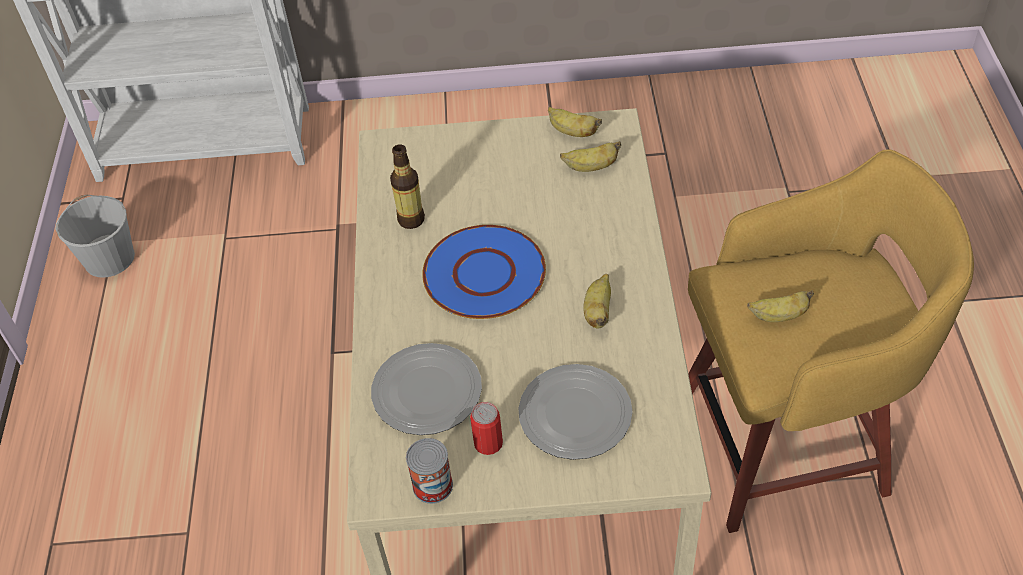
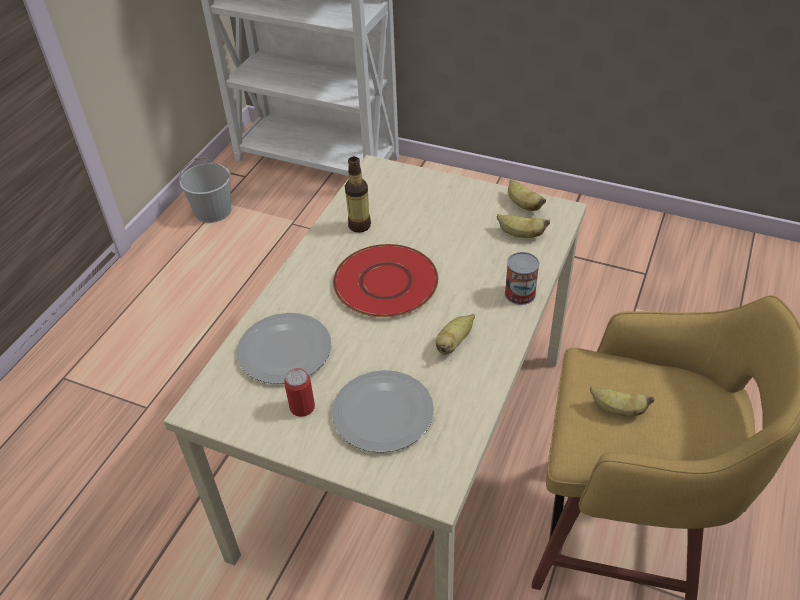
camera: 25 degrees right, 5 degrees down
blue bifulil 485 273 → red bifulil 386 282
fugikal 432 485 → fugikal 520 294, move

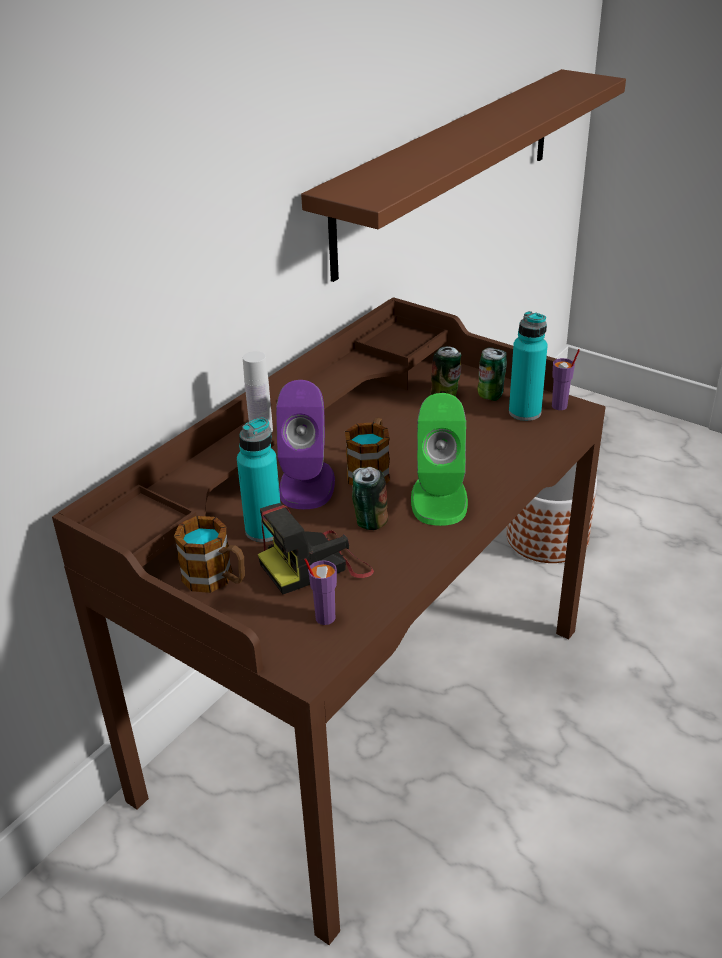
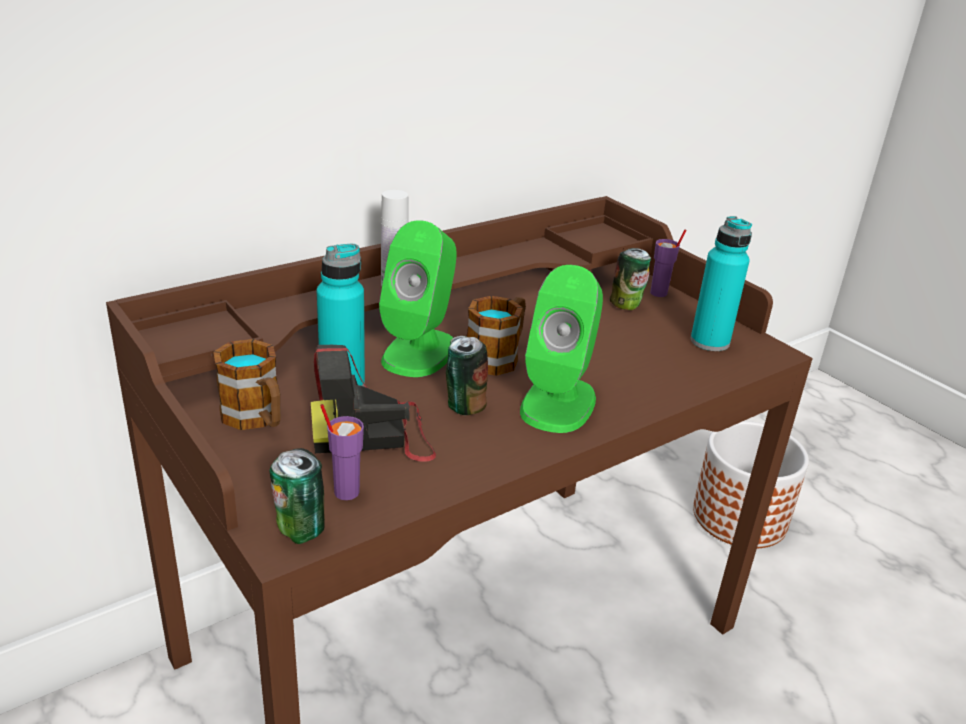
camera: 15 degrees right, 5 degrees down
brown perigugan 449 168 → -
fugikal 490 395 → fugikal 300 530, move
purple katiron 560 406 → purple katiron 659 293, move
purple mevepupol 307 484 → green mevepupol 420 352

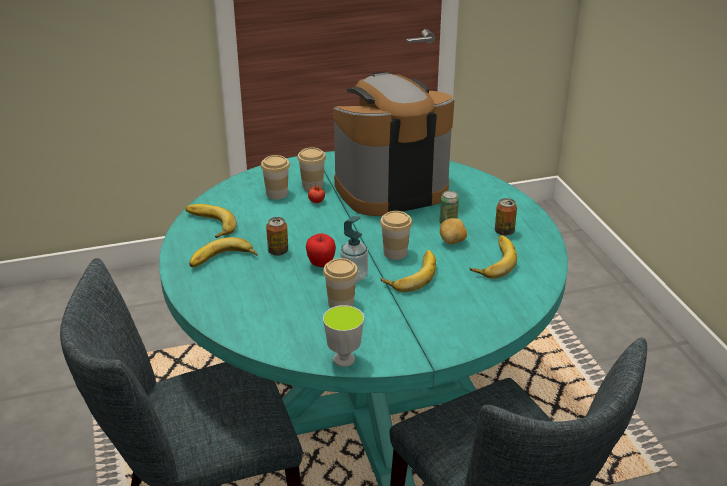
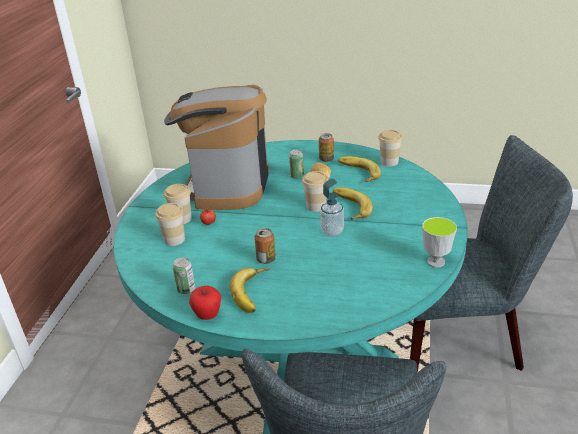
camera: 60 degrees left, 0 degrees up
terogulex 208 225 → fugikal 186 289
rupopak 321 264 → rupopak 208 315, move
katiron 341 303 → katiron 389 162, move

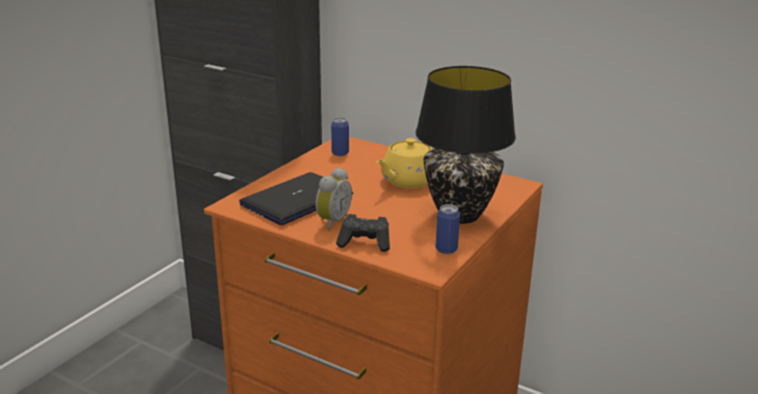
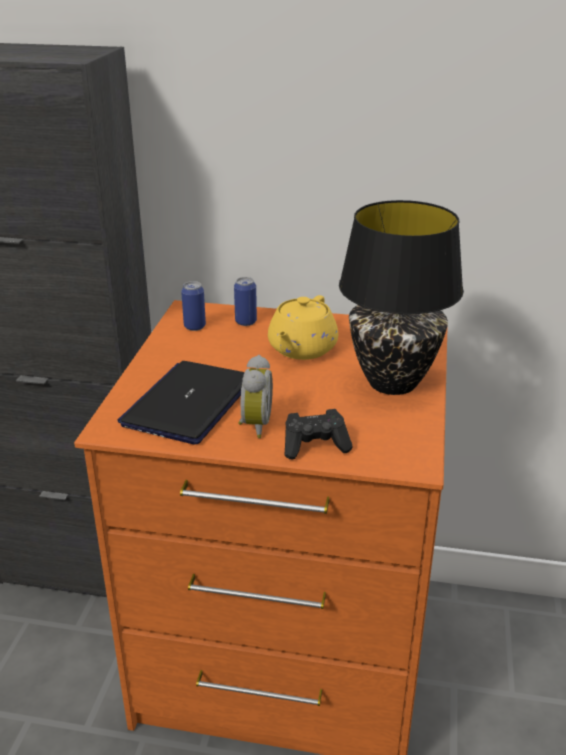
camera: 20 degrees left, 5 degrees up
fugikal 446 249 → fugikal 246 322, move

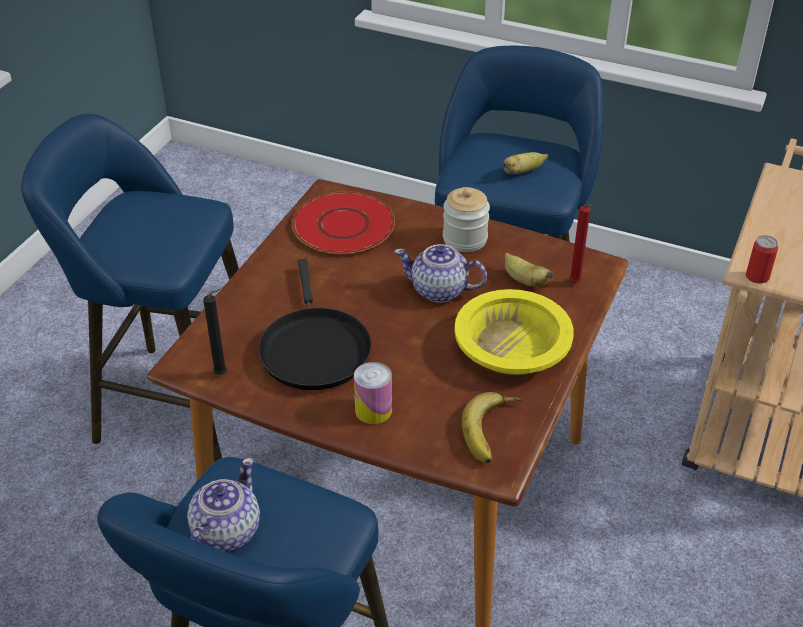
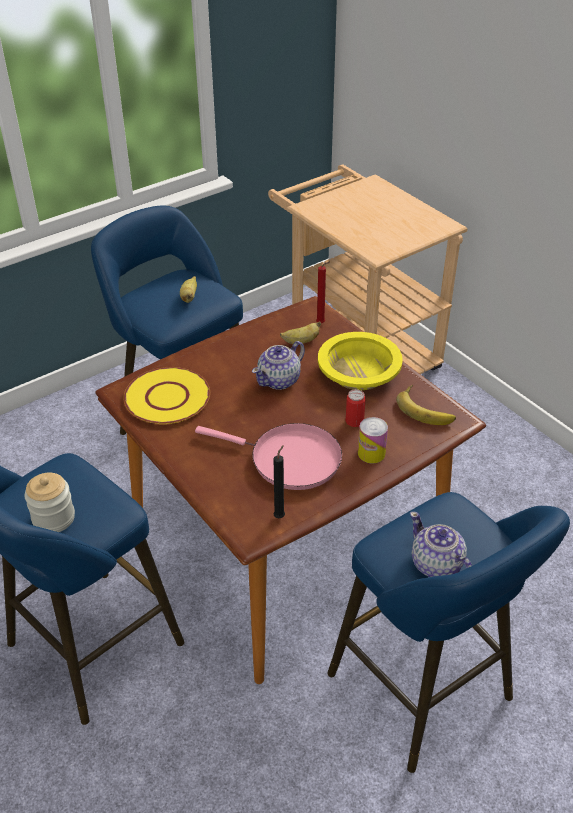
camera: 60 degrees left, 0 degrees up
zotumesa 465 239 → zotumesa 53 518, move
red bifulil 344 225 → yellow bifulil 167 397
fugikal 757 276 → fugikal 354 421, move
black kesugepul 314 348 → pink kesugepul 289 460

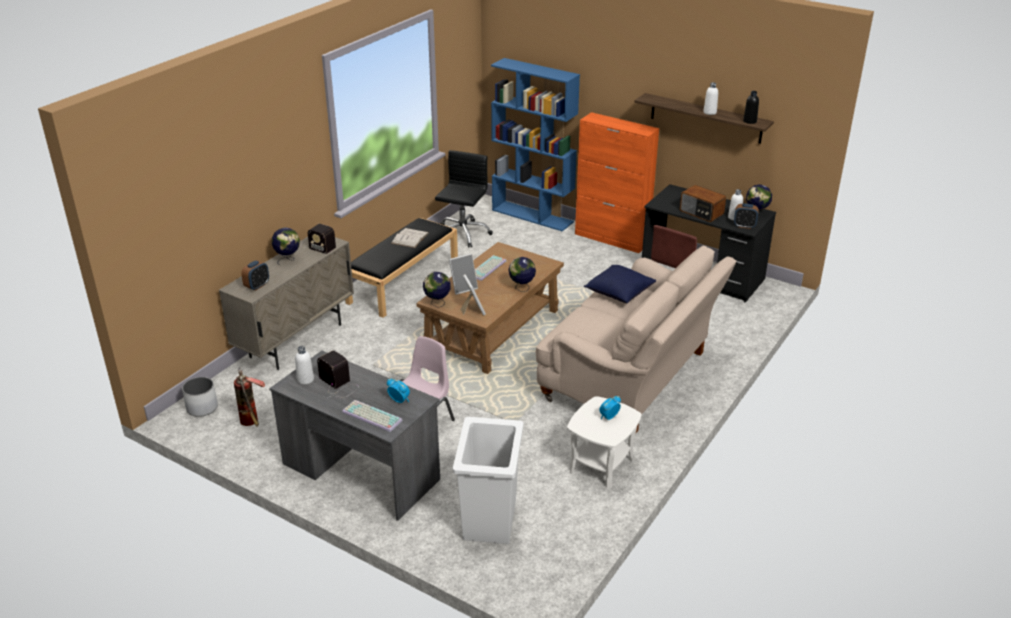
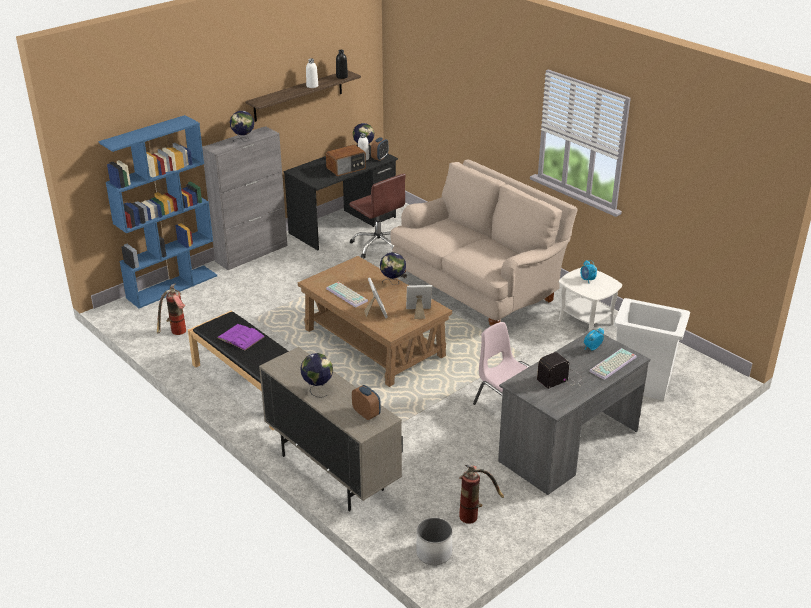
camera: 75 degrees left, 0 degrees up
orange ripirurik 612 239 → grey ripirurik 252 253
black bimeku 462 233 → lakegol 176 334
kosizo 317 245 → -
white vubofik 410 238 → purple vubofik 241 337
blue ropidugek 618 293 → -
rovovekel 437 304 → rovovekel 243 140, move
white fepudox 305 379 → -

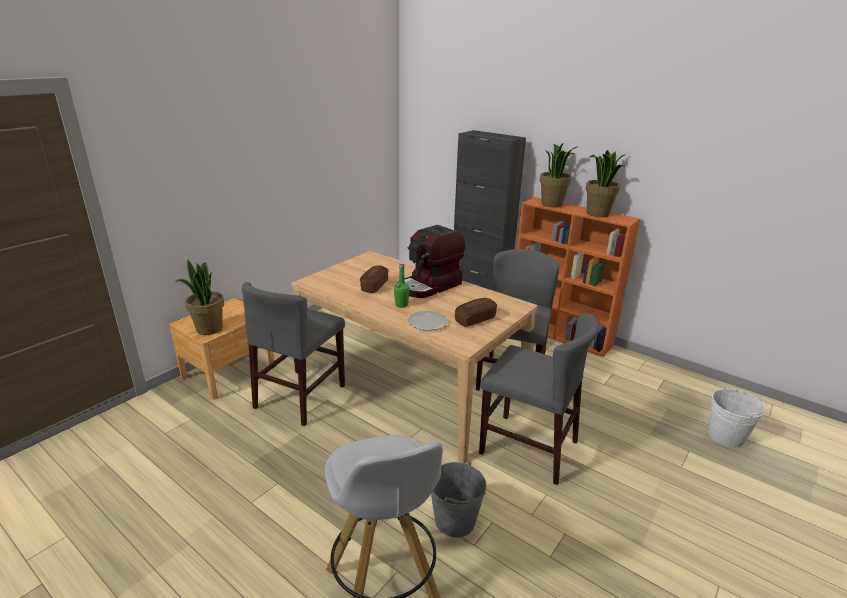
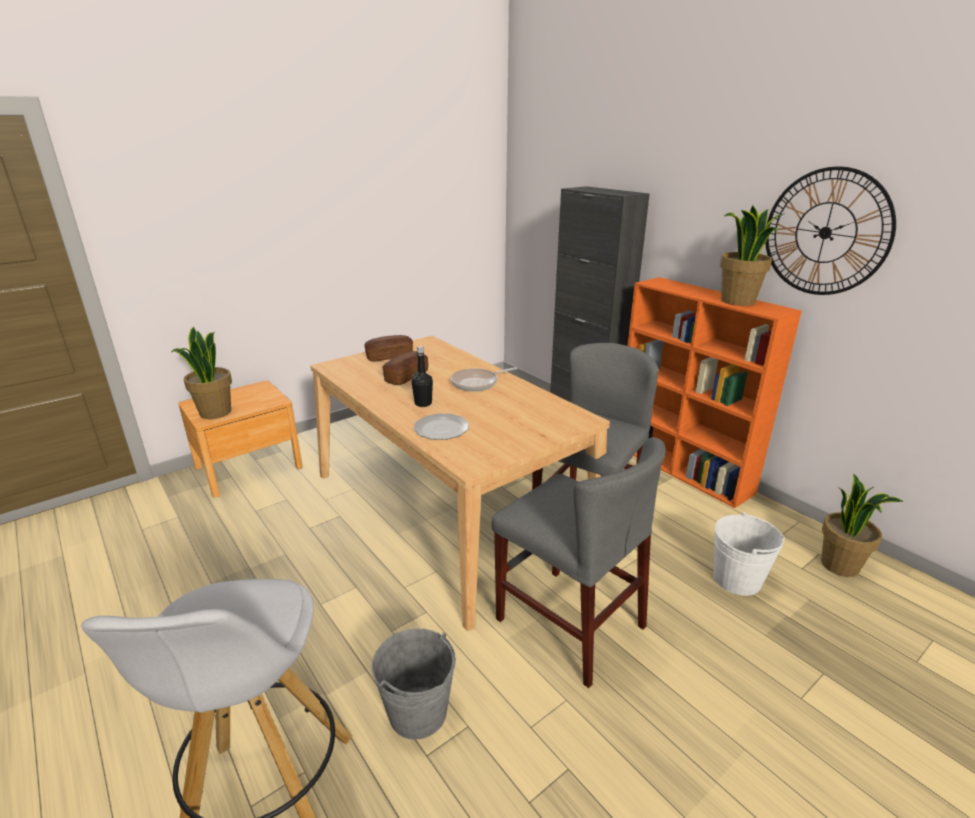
camera: 15 degrees right, 0 degrees up
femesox 552 204 → femesox 840 565, move
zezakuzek 430 286 → kesugepul 477 383
green fepudox 401 305 → black fepudox 423 403
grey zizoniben 300 396 → -
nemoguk 475 319 → nemoguk 389 357, move
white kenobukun 726 436 → white kenobukun 737 579, move
- → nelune 825 232

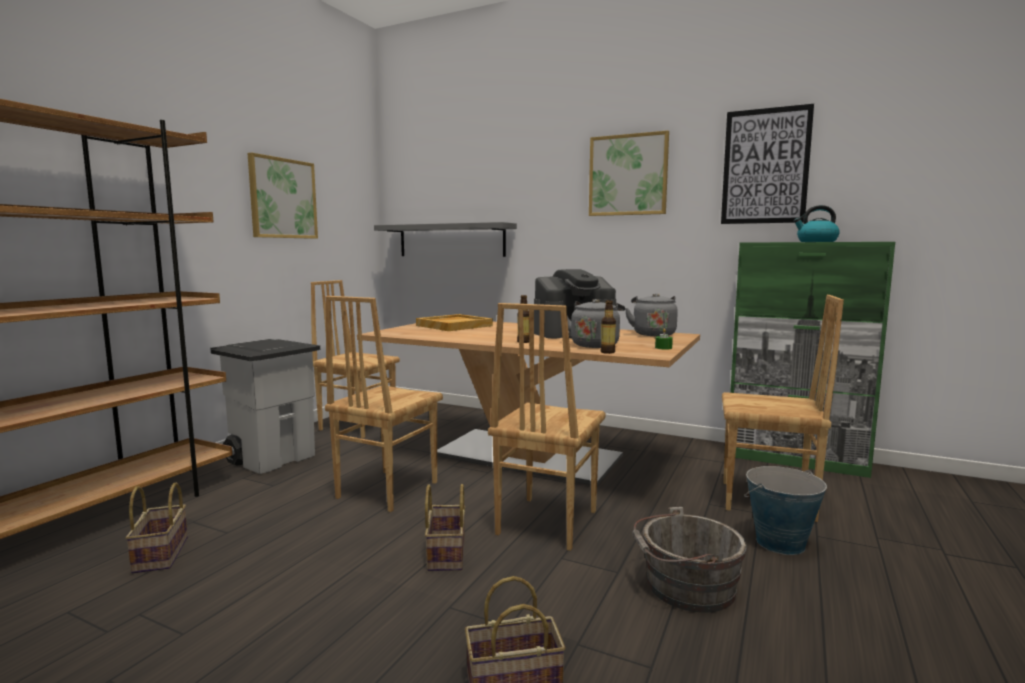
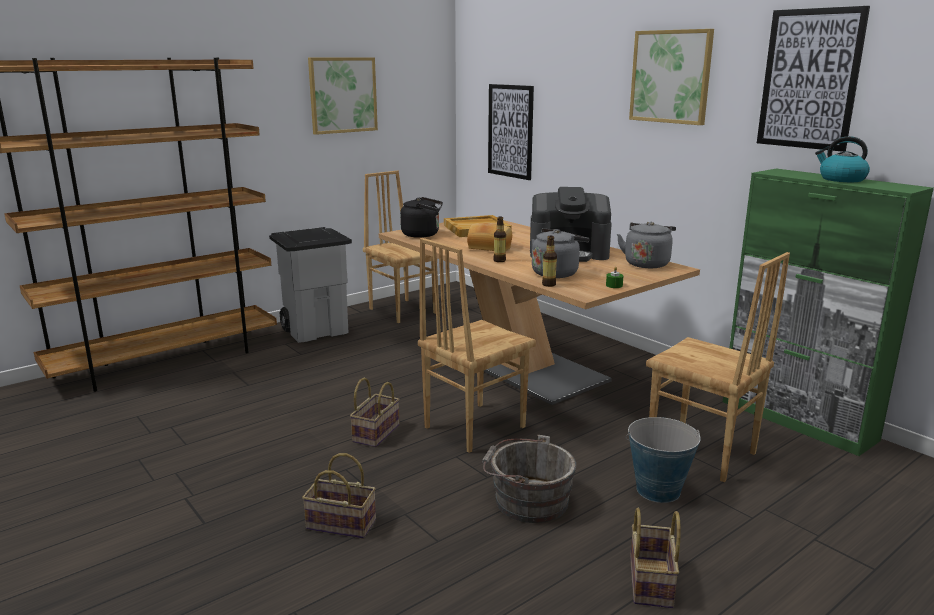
camera: 25 degrees right, 10 degrees up
grey perigugan 451 240 → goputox 510 131
brown zizoniben 386 490 → -
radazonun 162 555 → radazonun 652 583, move
- → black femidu 423 234
- → nemoguk 490 247

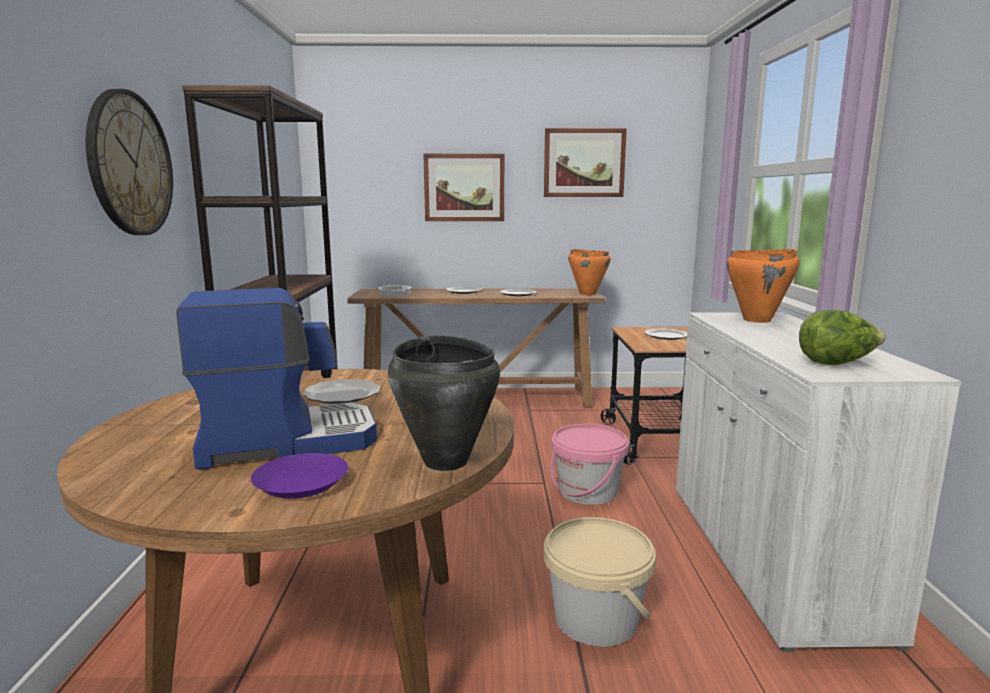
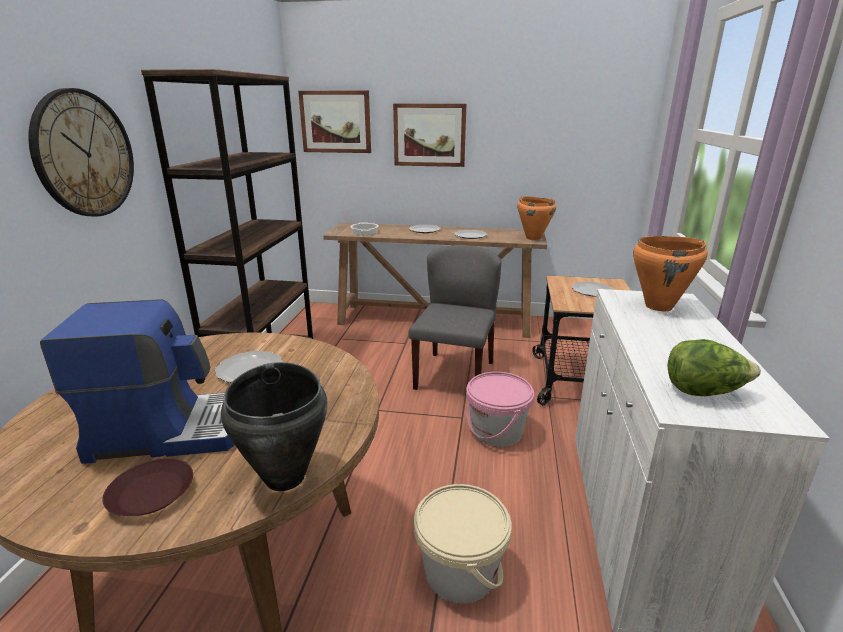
camera: 10 degrees right, 10 degrees up
goputox 584 163 → goputox 336 122, move
purple bifulil 300 483 → brown bifulil 150 493
- → grey zizoniben 454 374

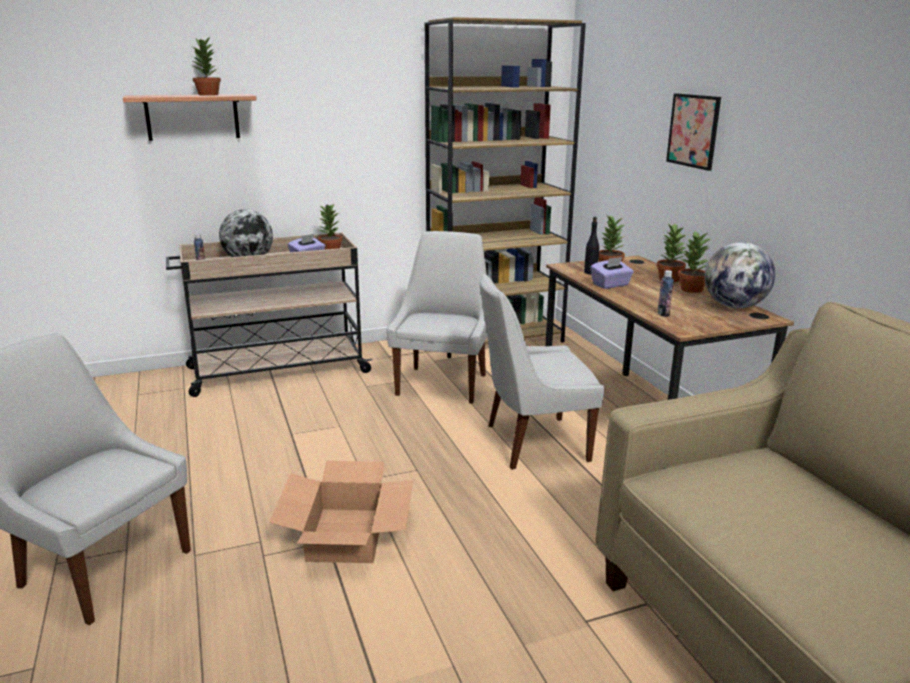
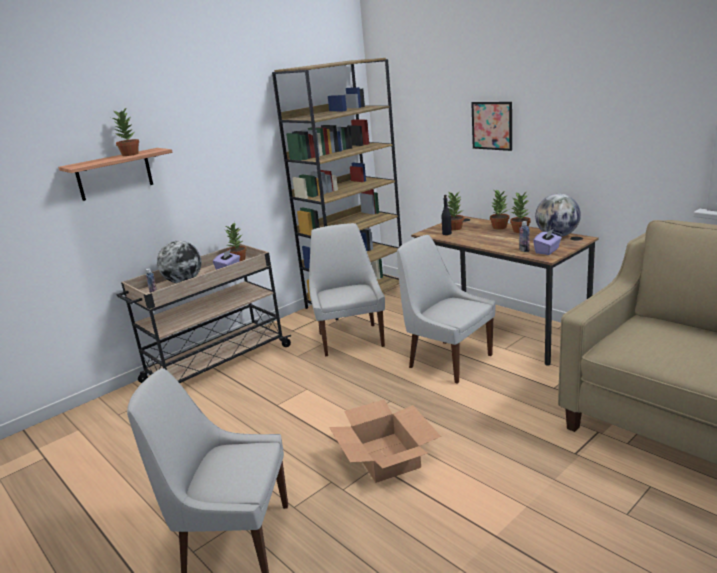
camera: 20 degrees left, 0 degrees up
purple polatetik 611 285 → purple polatetik 547 251, move
white zizoniben 532 443 → white zizoniben 447 360, 75 degrees clockwise

